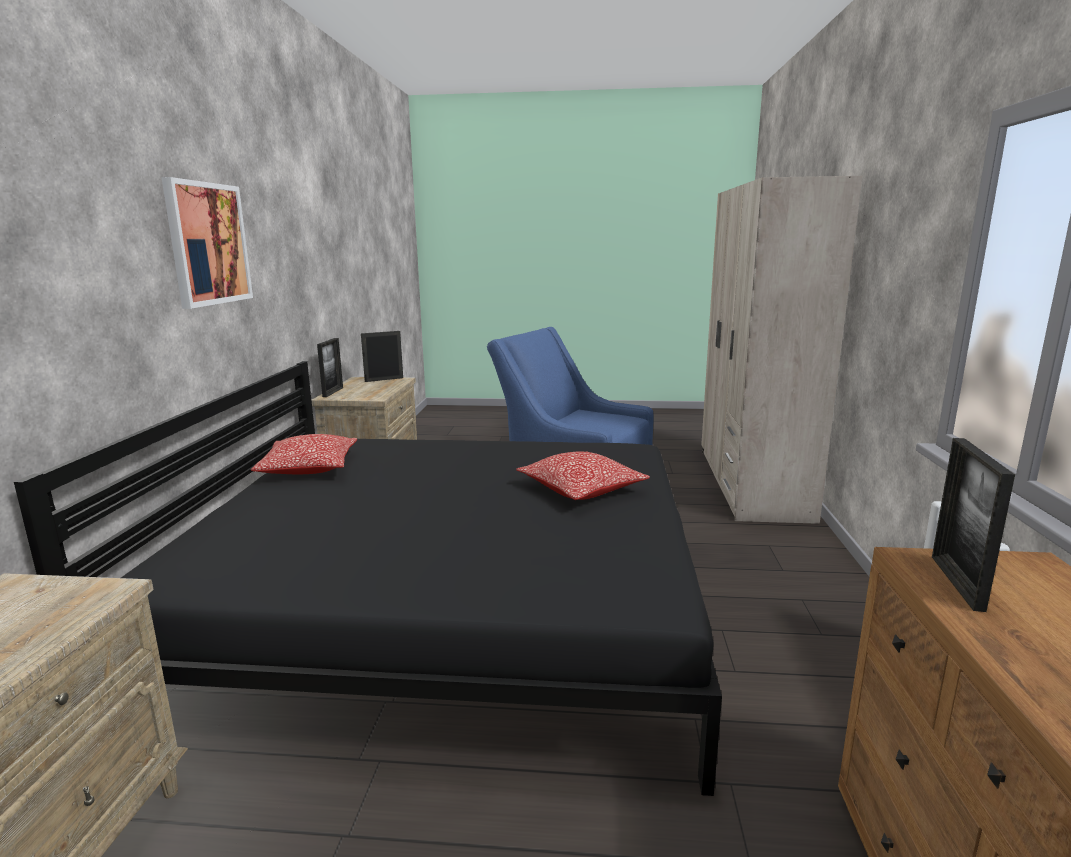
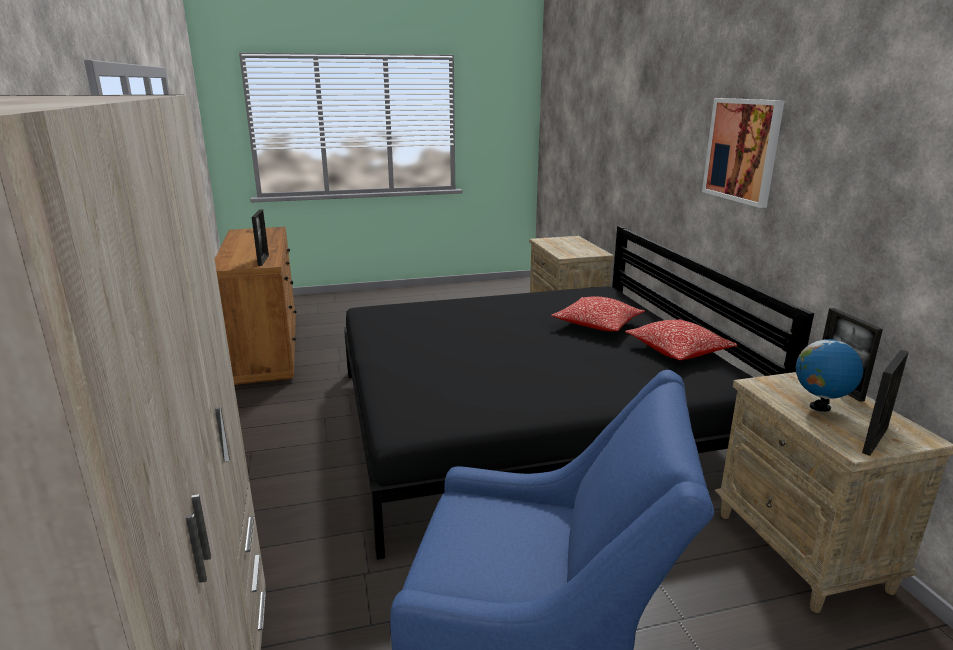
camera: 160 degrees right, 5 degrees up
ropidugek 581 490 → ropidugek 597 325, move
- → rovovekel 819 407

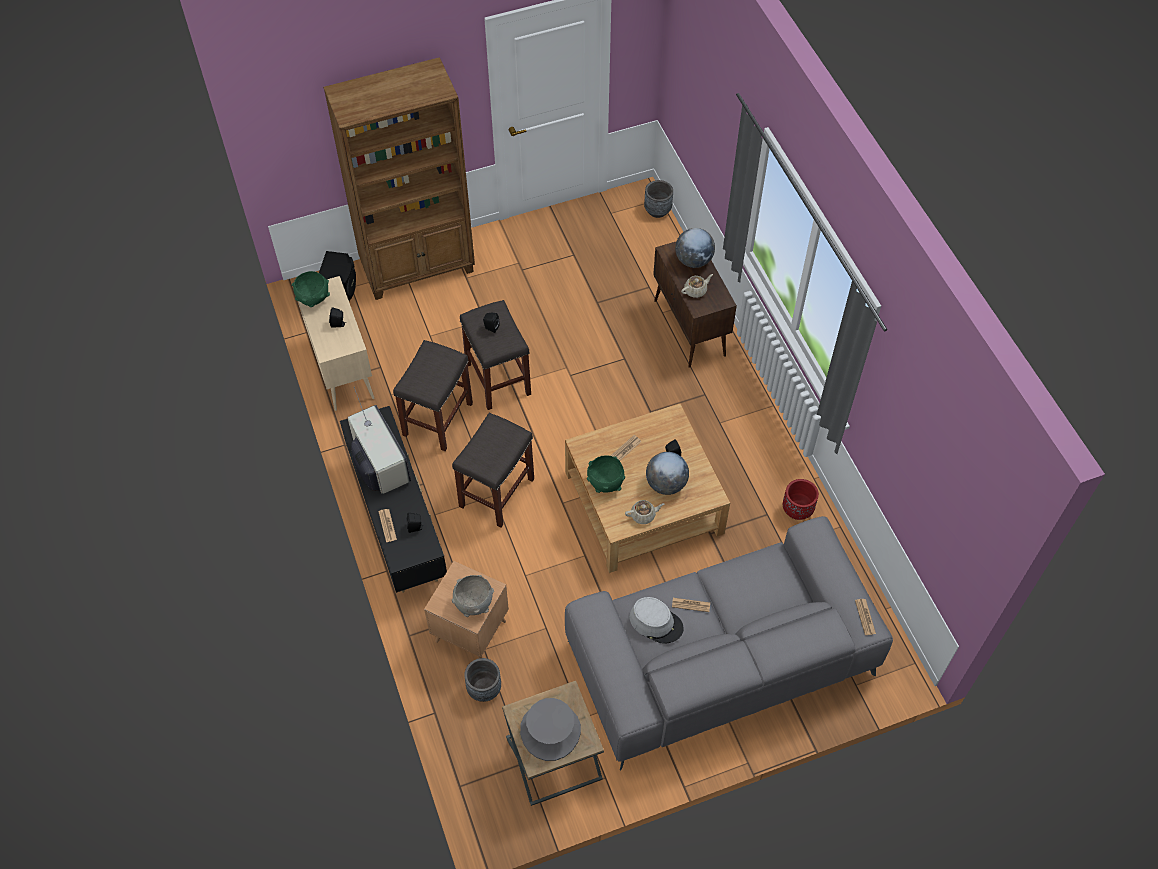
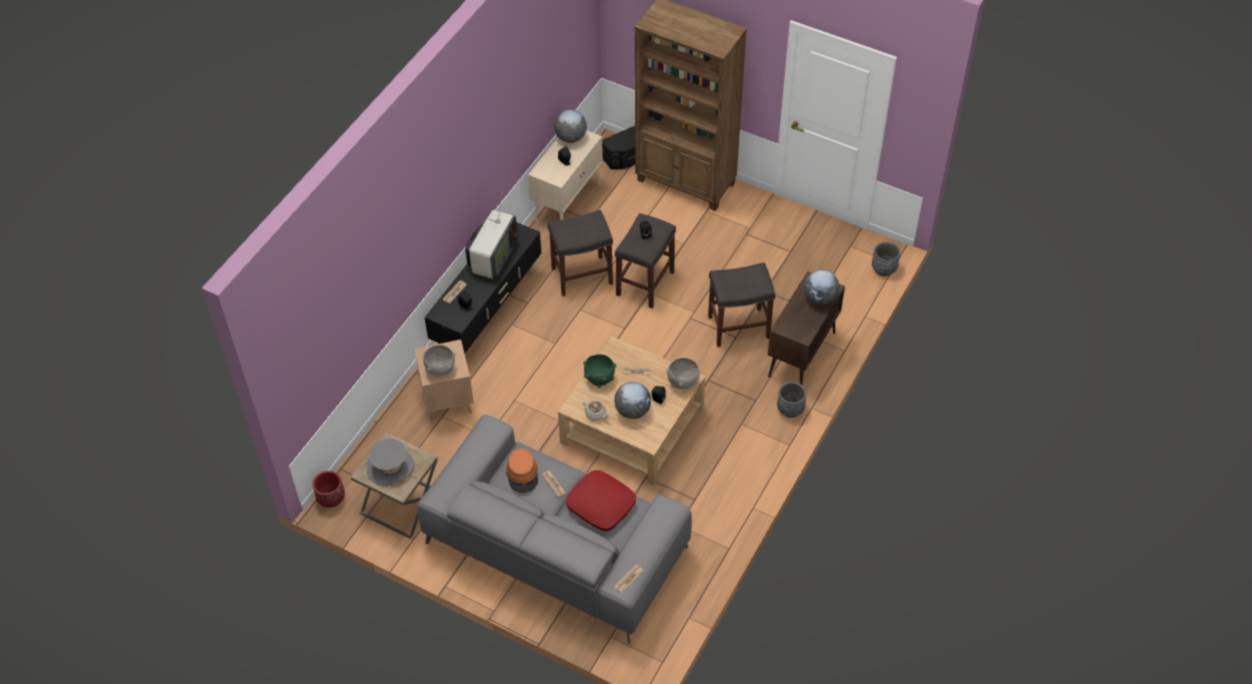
camera: 50 degrees right, 5 degrees down
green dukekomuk 313 299 → rovovekel 570 138
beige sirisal 696 290 → -
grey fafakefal 497 491 → grey fafakefal 739 326, move
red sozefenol 797 510 → red sozefenol 331 499, move
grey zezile 656 622 → orange zezile 522 474
grey sozefenol 484 688 → grey sozefenol 790 410, move
- → grey dukekomuk 682 383
- → red ropidugek 600 505

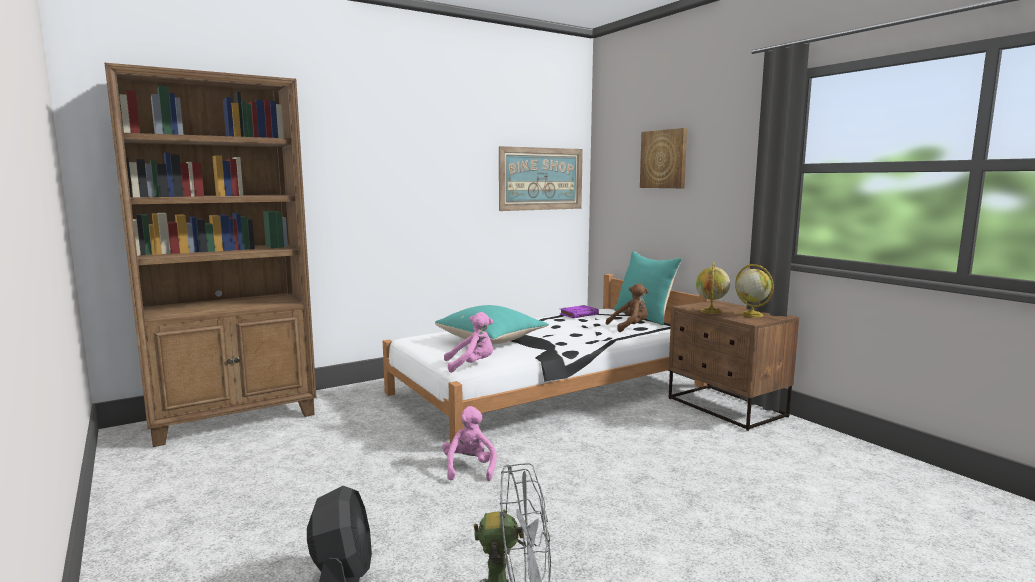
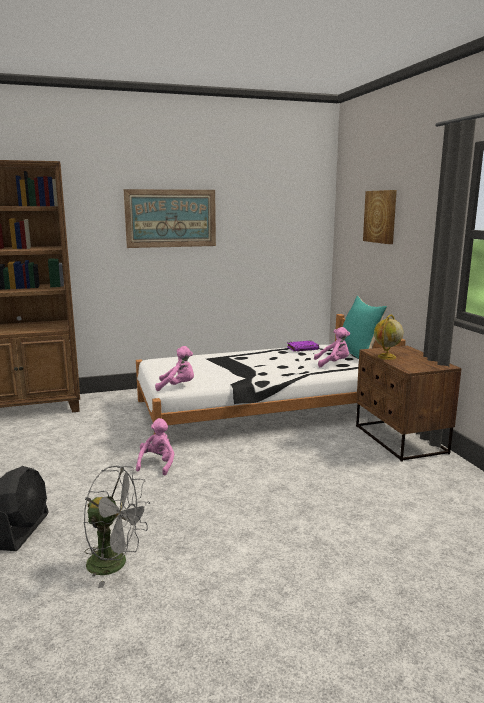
camera: 15 degrees right, 5 degrees up
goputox 541 179 → goputox 171 218, move
rovovekel 751 314 → -
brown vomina 630 327 → pink vomina 333 363
turquoise ropidugek 492 342 → -

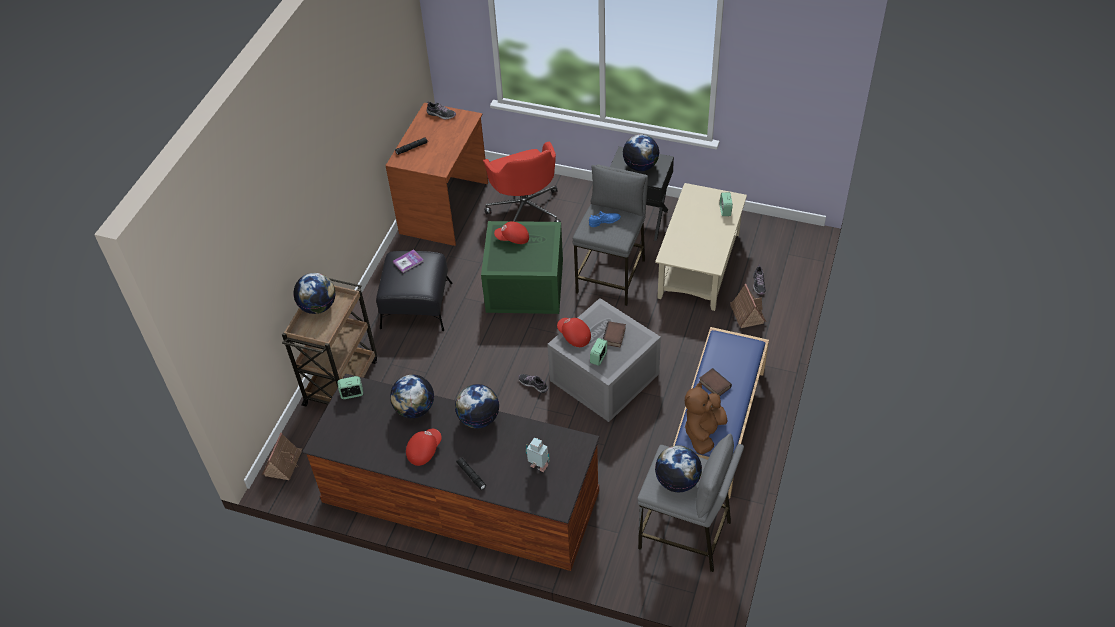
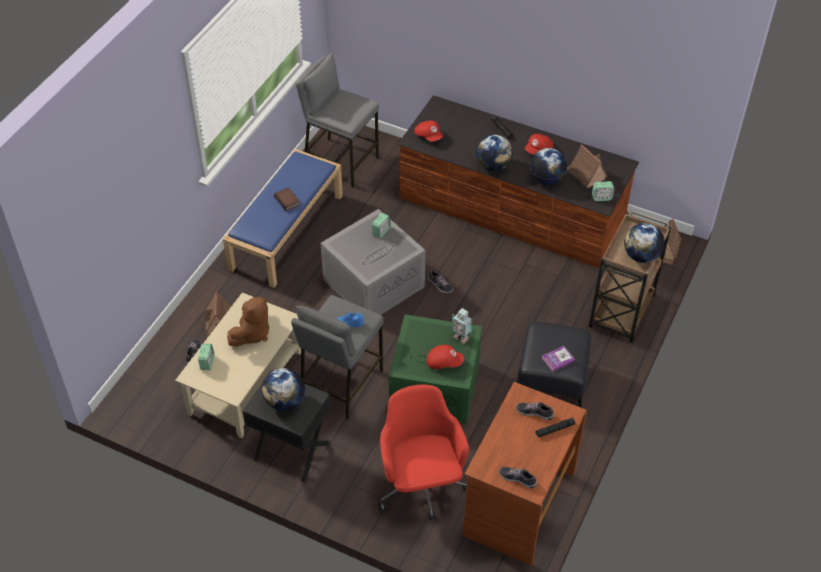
camera: 175 degrees left, 0 degrees up
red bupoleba 573 336 → red bupoleba 429 136, move
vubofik 614 336 → -
brown vomina 703 432 → brown vomina 252 333, move
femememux 539 467 → femememux 460 337, move
rovovekel 677 481 → -
- → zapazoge 585 174
- → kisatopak 534 412

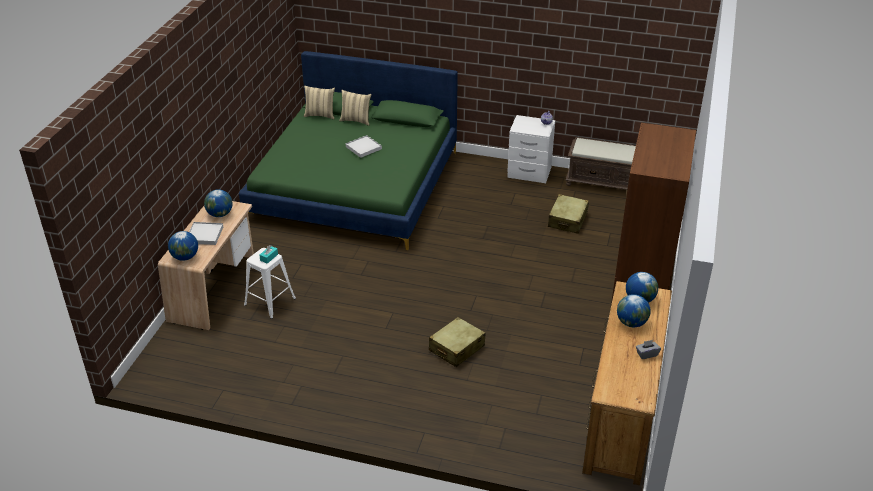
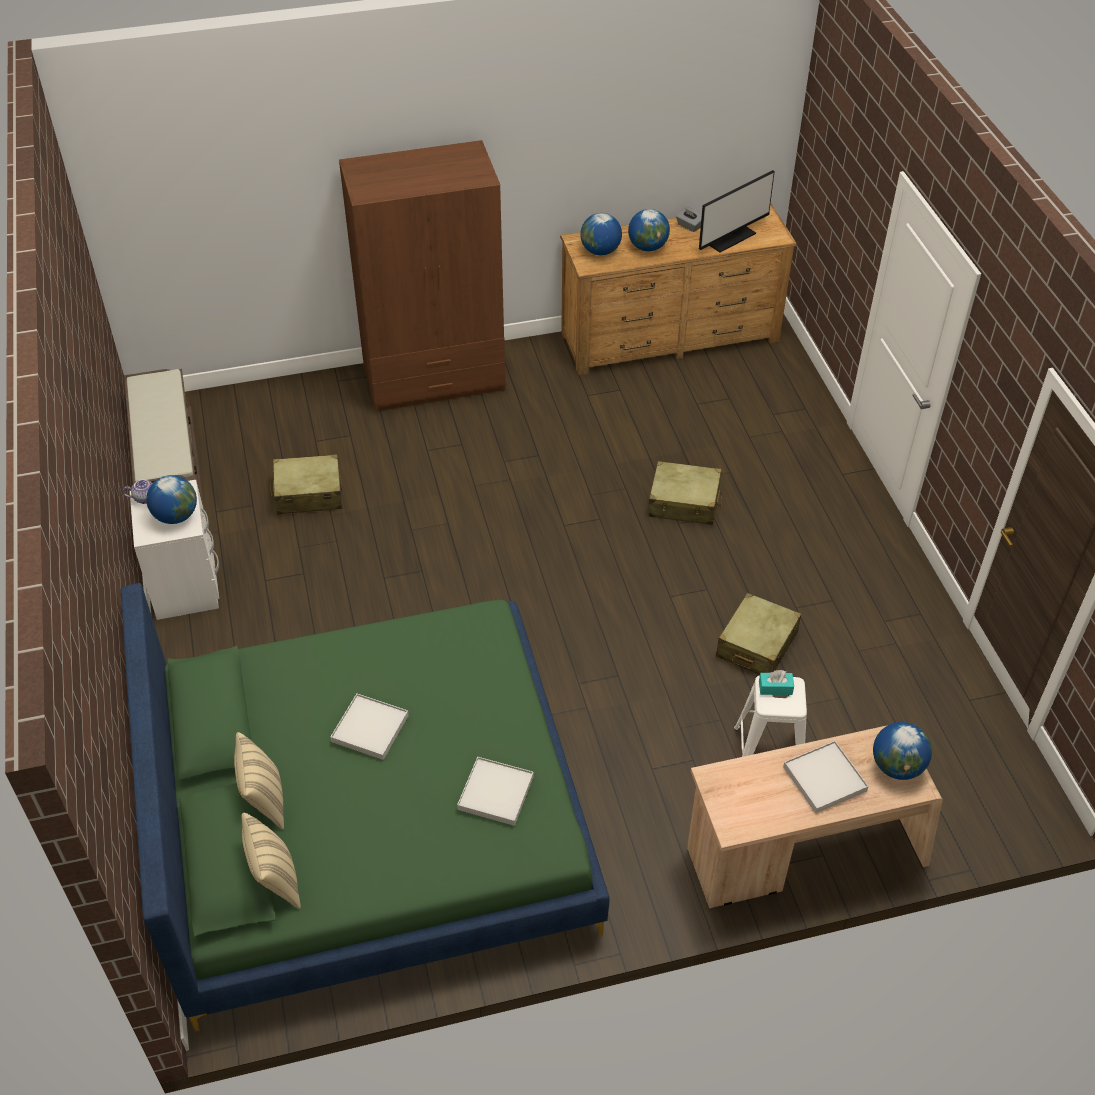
camera: 120 degrees left, 10 degrees up
rovovekel 220 214 → rovovekel 176 516, move
- → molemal 728 237
- → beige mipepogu 756 645
- → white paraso 495 793

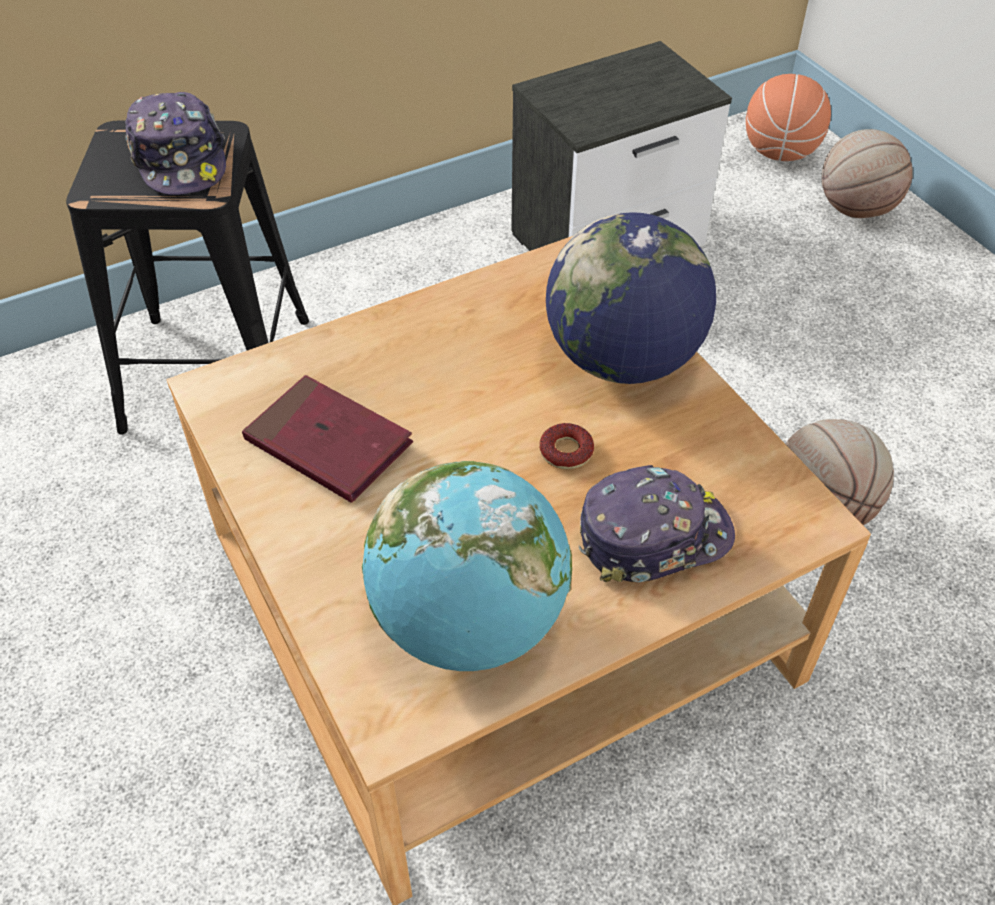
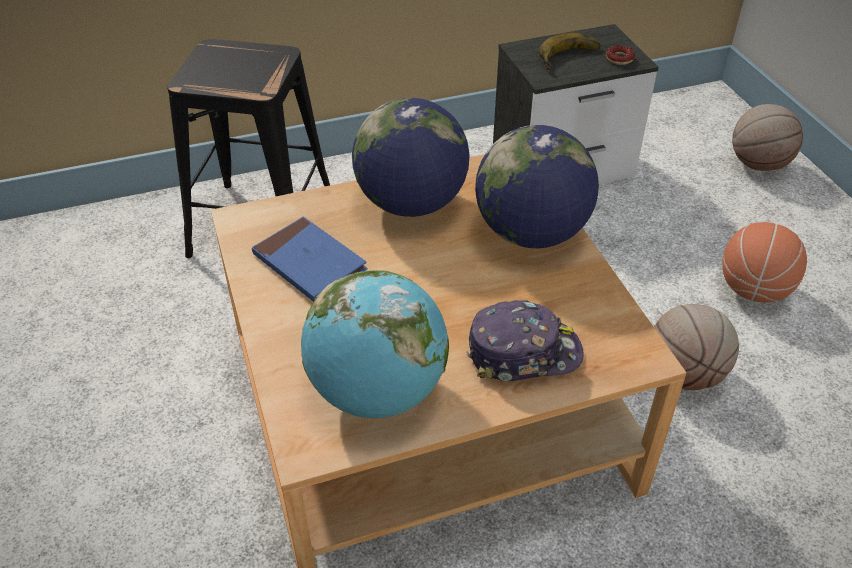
camera: 10 degrees right, 5 degrees down
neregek 780 152 → neregek 753 289, move
bupoleba 180 160 → -
red vubofik 328 443 → blue vubofik 309 263
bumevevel 566 451 → bumevevel 619 59, move
- → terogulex 571 58
- → rovovekel 411 204

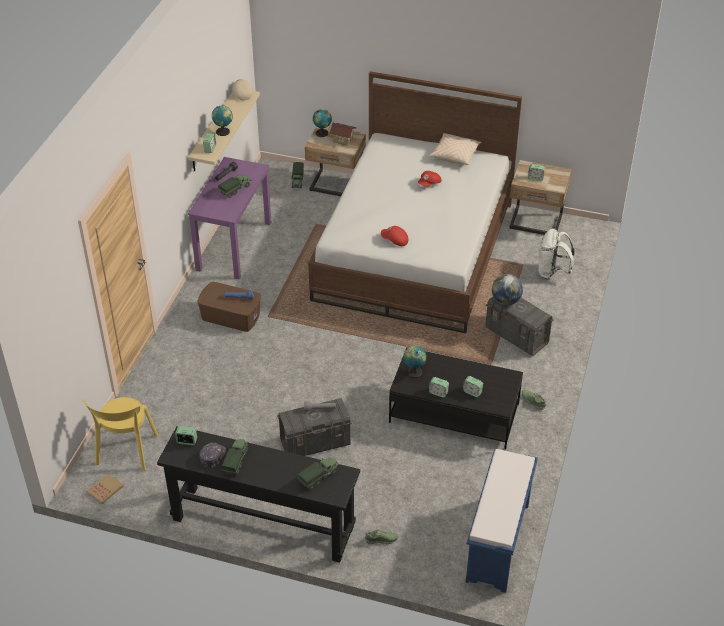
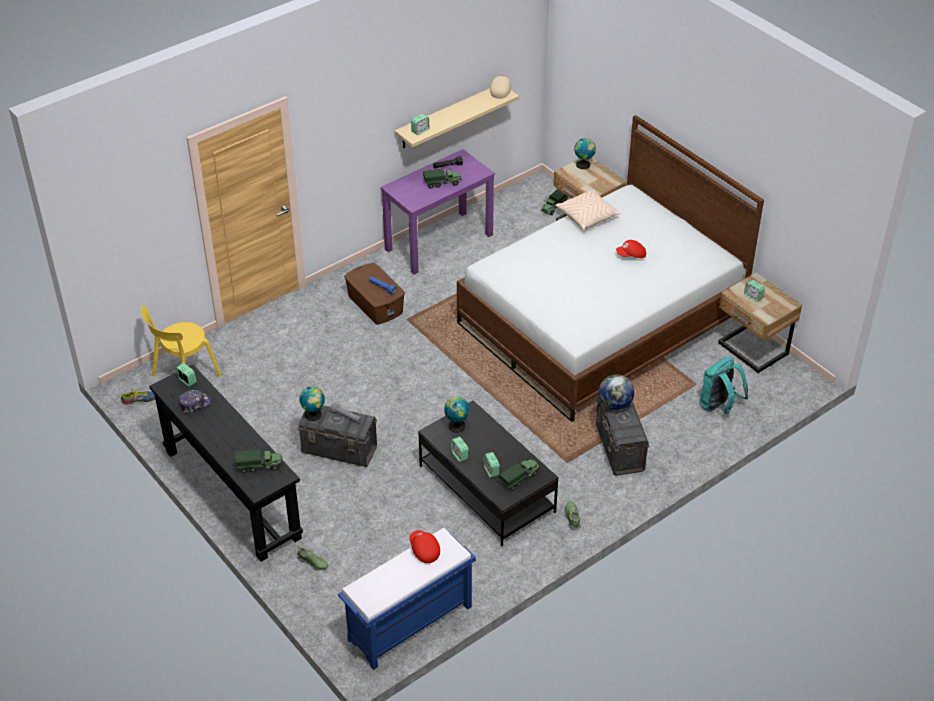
camera: 35 degrees right, 0 degrees up
rovovekel 224 132 → rovovekel 314 415, move
zapazoge 343 140 → -
beige ropidugek 455 155 → beige ropidugek 587 216, move
red bupoleba 394 240 → red bupoleba 424 550, move
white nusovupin 552 272 → turquoise nusovupin 719 406
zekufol 236 461 → zekufol 519 478, move
vubofik 105 490 → kisatopak 139 399

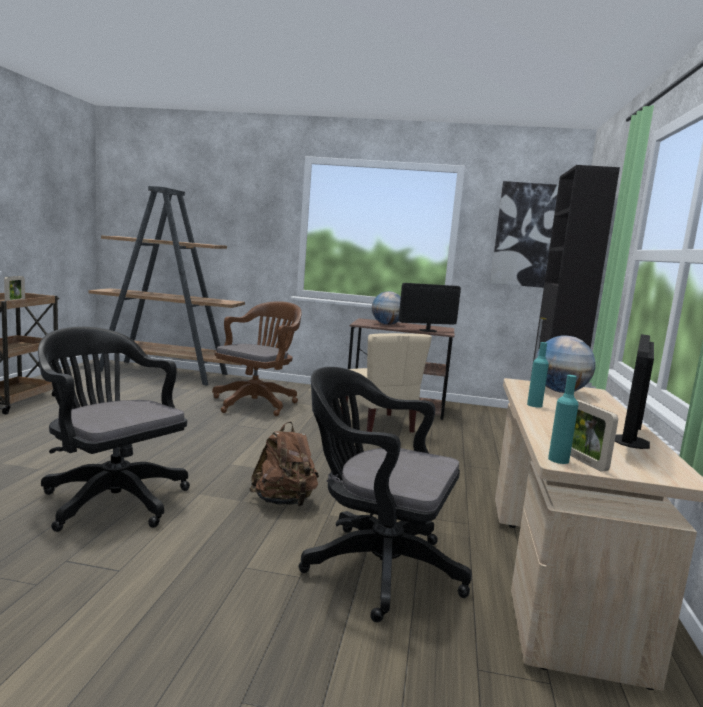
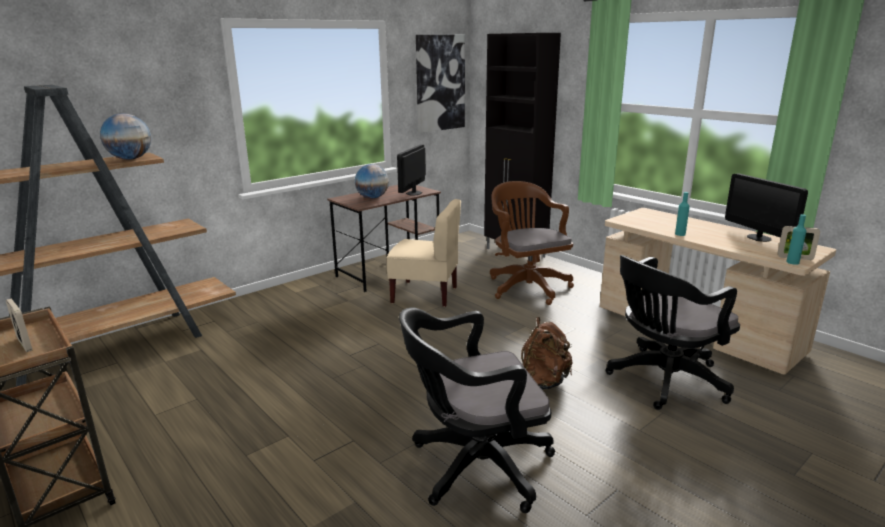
camera: 50 degrees left, 10 degrees up
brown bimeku 257 403 → brown bimeku 526 286, move
rovovekel 560 391 → rovovekel 130 159, move

